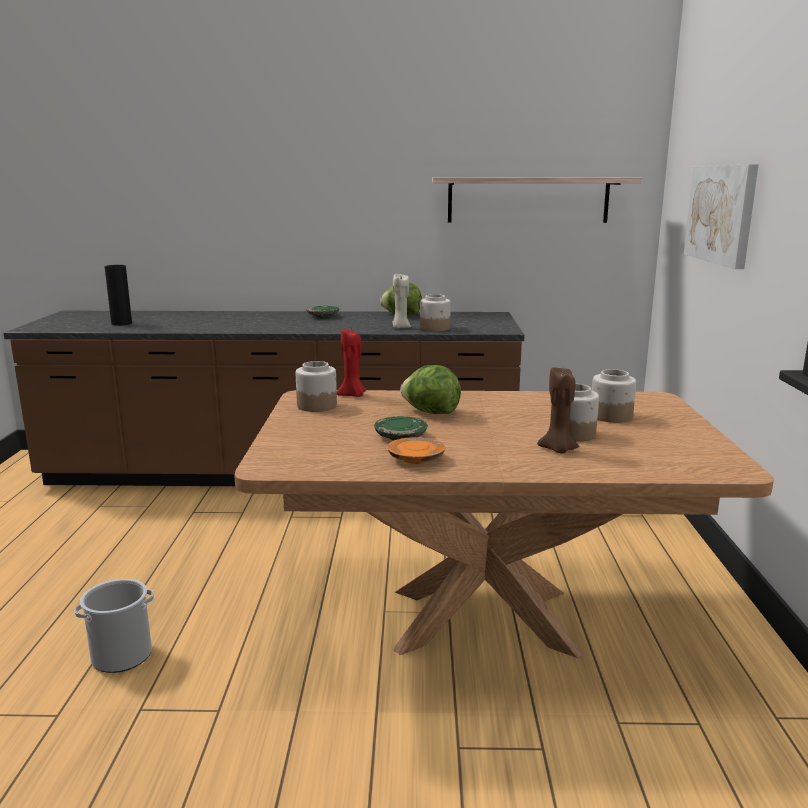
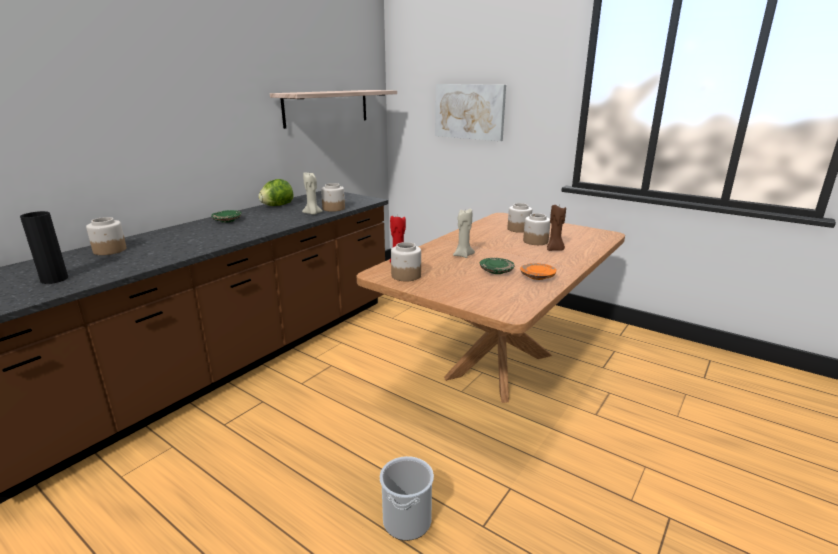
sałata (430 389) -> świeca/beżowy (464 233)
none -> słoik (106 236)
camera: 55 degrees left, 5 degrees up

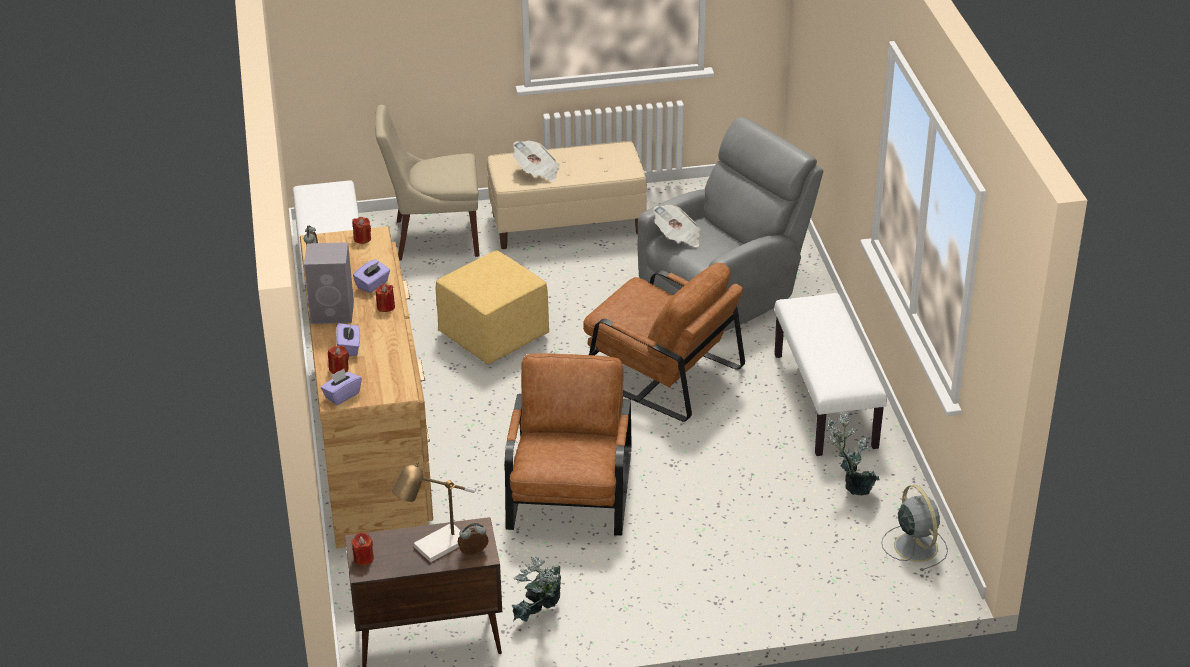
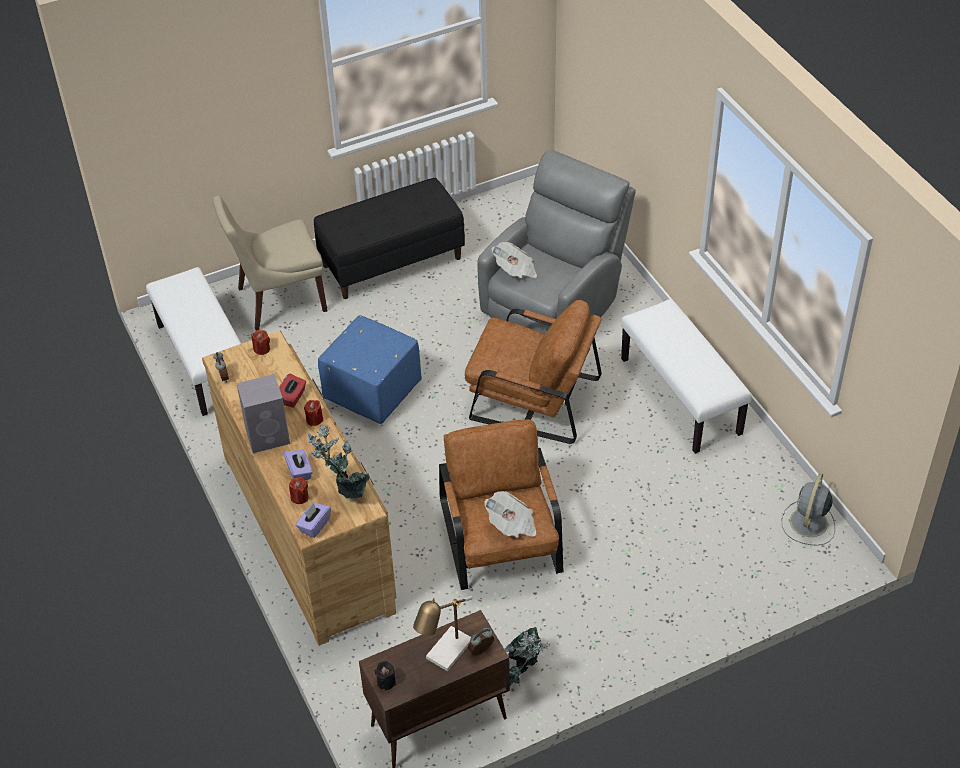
gazeta (536 160) -> gazeta (510 514), relocated
ławka/beżowy (567 195) -> ławka/czarny (389 238)
pufa/żółty (492 307) -> pufa/niebieski (370 369)
pudełko chusteczek/fioletowy (371 276) -> pudełko chusteczek/czerwony (292 391)
roślina doniczkowa (853 454) -> roślina doniczkowa (339 460), relocated
wentylator/szary (914 528) -> wentylator/szary (808 509), 120 degrees counterclockwise
świeca/czerwony (363 549) -> świeca/czarny (385 675)
camera: 15 degrees left, 10 degrees up

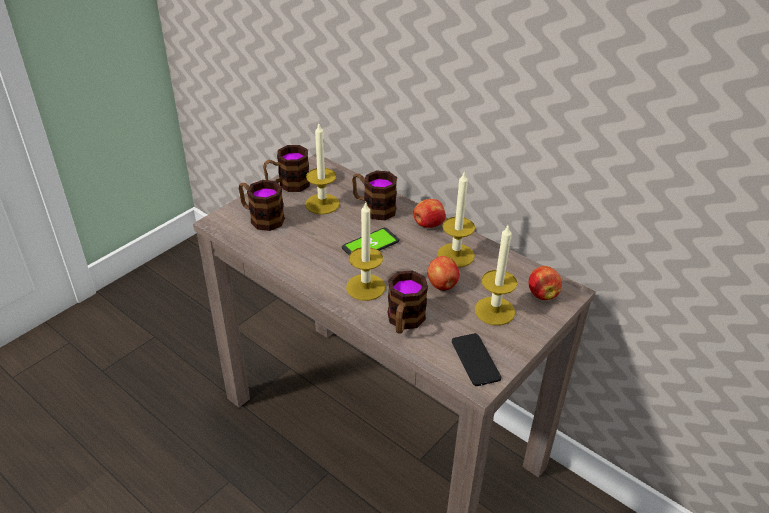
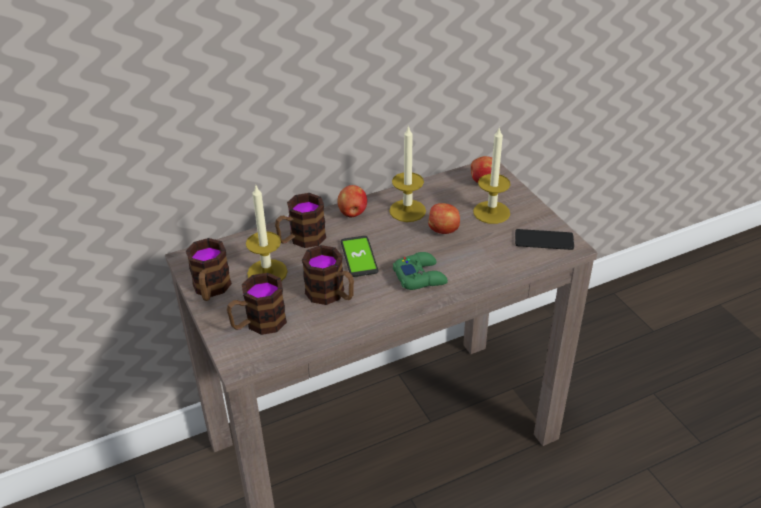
świeca (365 252) -> pad do gier/zielony (420 271)
kubek (407 302) -> kubek (328 275), relocated
camera: 65 degrees left, 0 degrees up

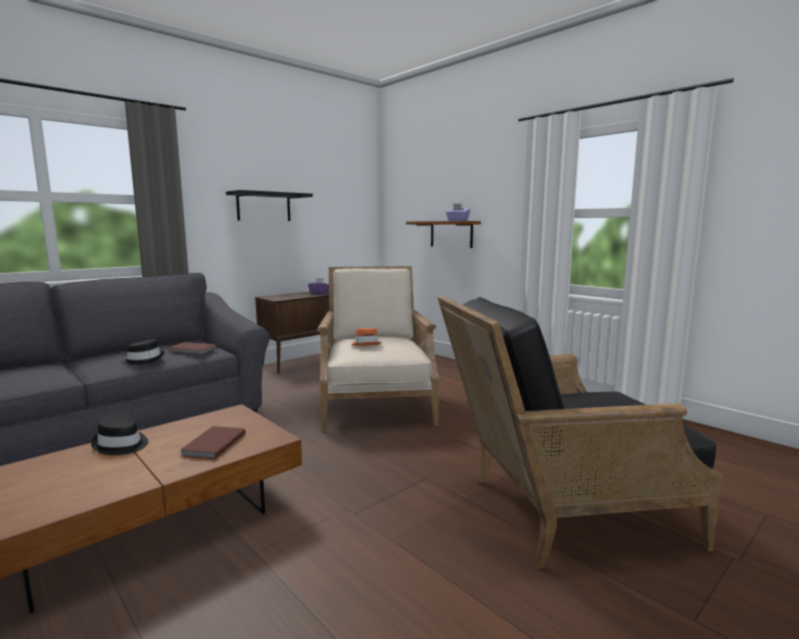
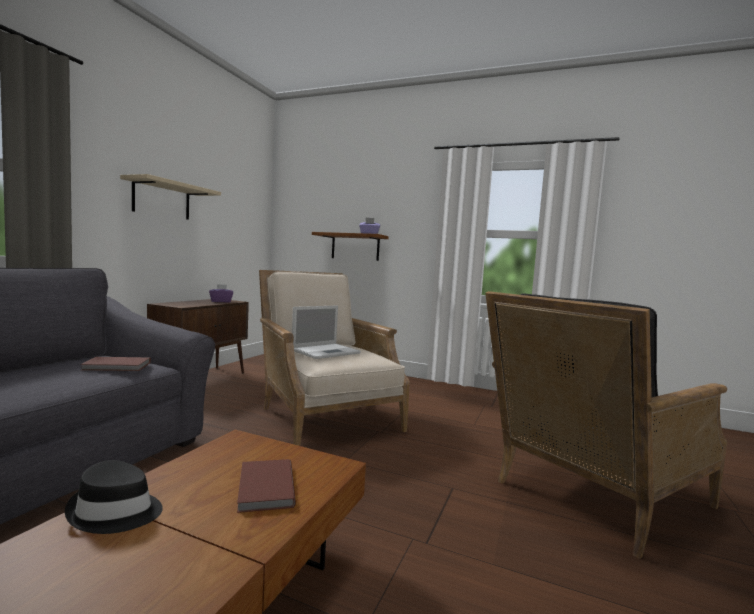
półka/czarny (269 205) -> półka/beżowy (170 197)
kapelusz/pomarańczowy (366 337) -> laptop (326 332)
kapelusz/czarny (142 352) -> none
camera: 25 degrees left, 5 degrees down

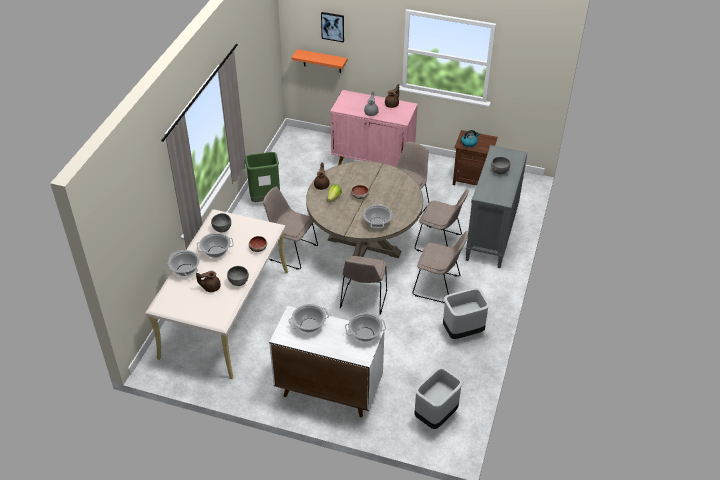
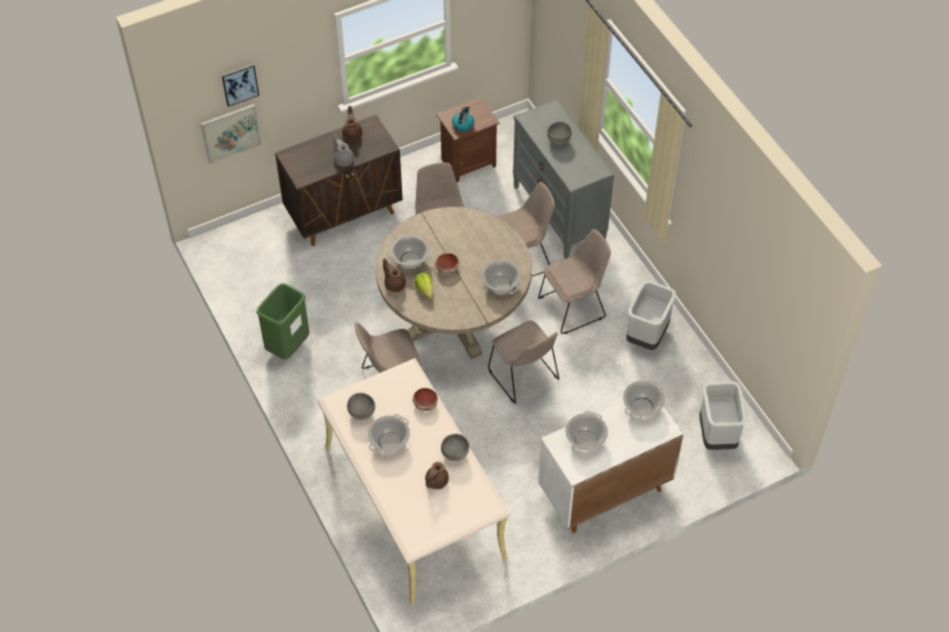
półka/pomarańczowy (319 61) -> obraz (231 134)
szafka/różowy (374 128) -> szafka/brązowy (339 180)
garnek (184 263) -> garnek (410 252), relocated
camera: 45 degrees left, 10 degrees up

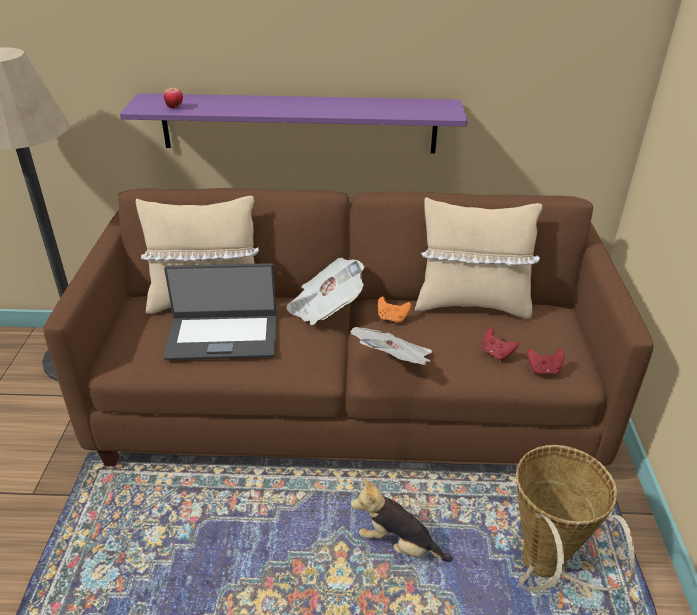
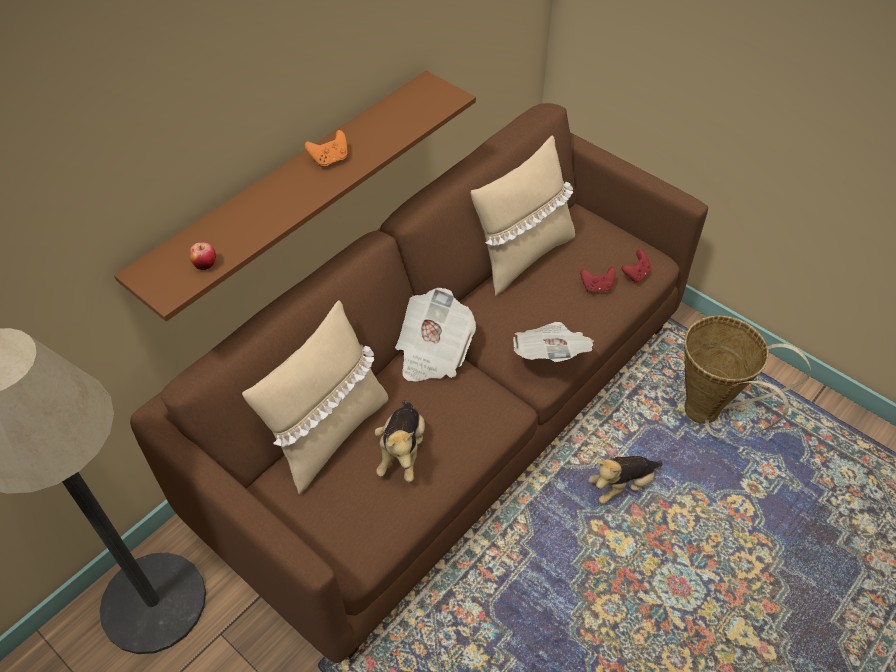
półka/fioletowy (294 123) -> półka/brązowy (295 196)
laptop (220 311) -> pluszak (400 441)
pad do gier/pomarańczowy (395 309) -> pad do gier/pomarańczowy (326 148), relocated
camera: 50 degrees left, 15 degrees up

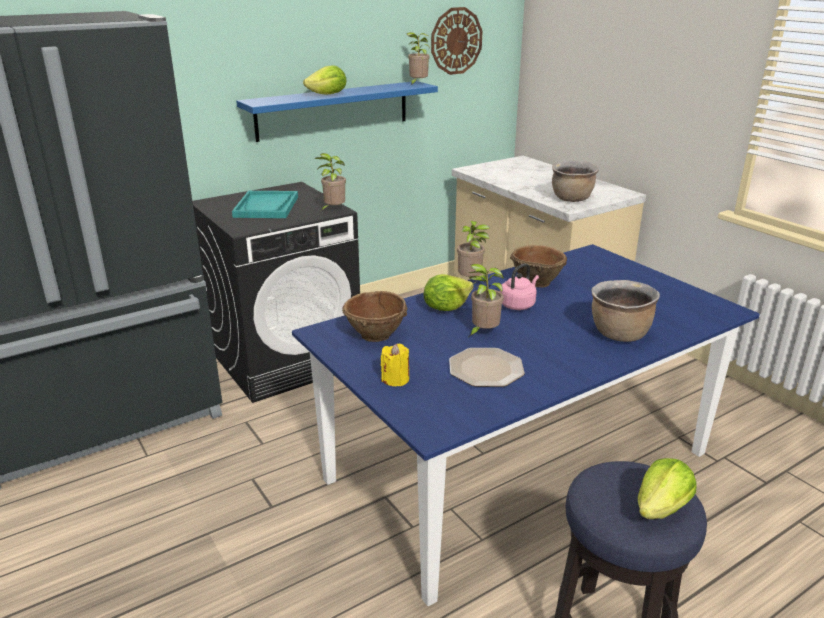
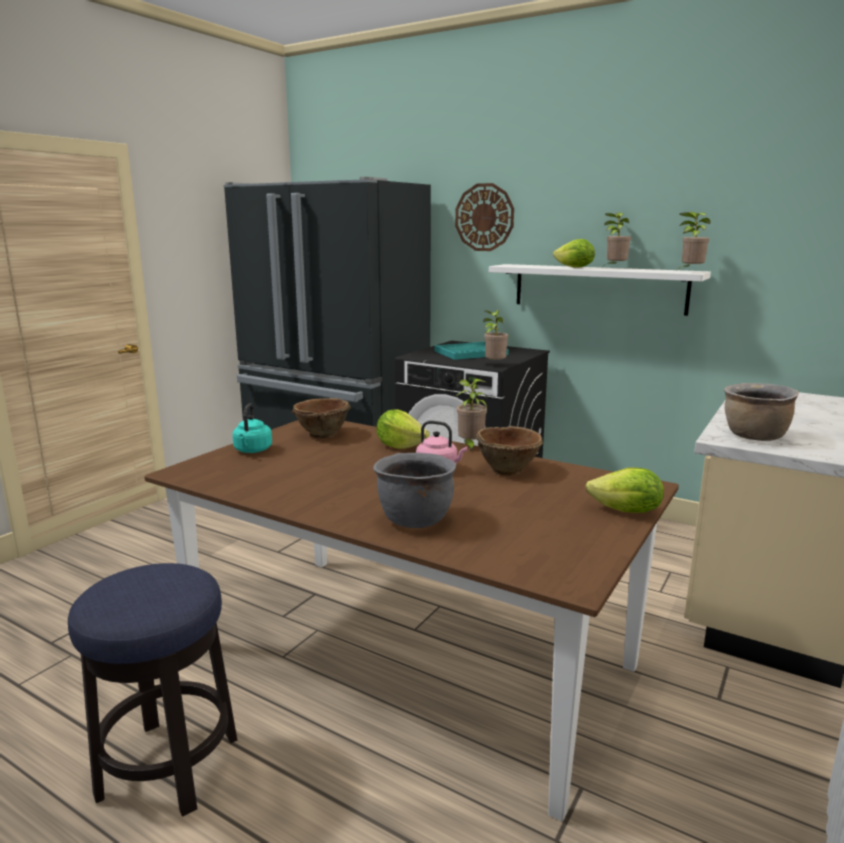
zegar ścienny (456 41) -> zegar ścienny (484 217), relocated
półka/niebieski (337 111) -> półka/biały (600 290)
stół jadalny/niebieski (526 425) -> stół jadalny/brązowy (412 620)
roślina doniczkowa (486 300) -> roślina doniczkowa (617 238), relocated
garnek/brązowy (625 311) -> garnek/szary (414 490)
świeca/żółty (395 365) -> czajnik/turkusowy (252 428)
talerz (487 367) -> none
sałata (667 488) -> sałata (625 490), relocated
camera: 65 degrees right, 10 degrees down

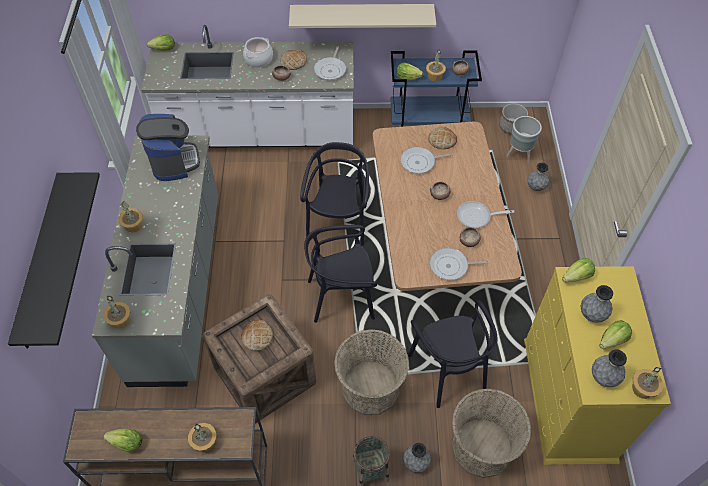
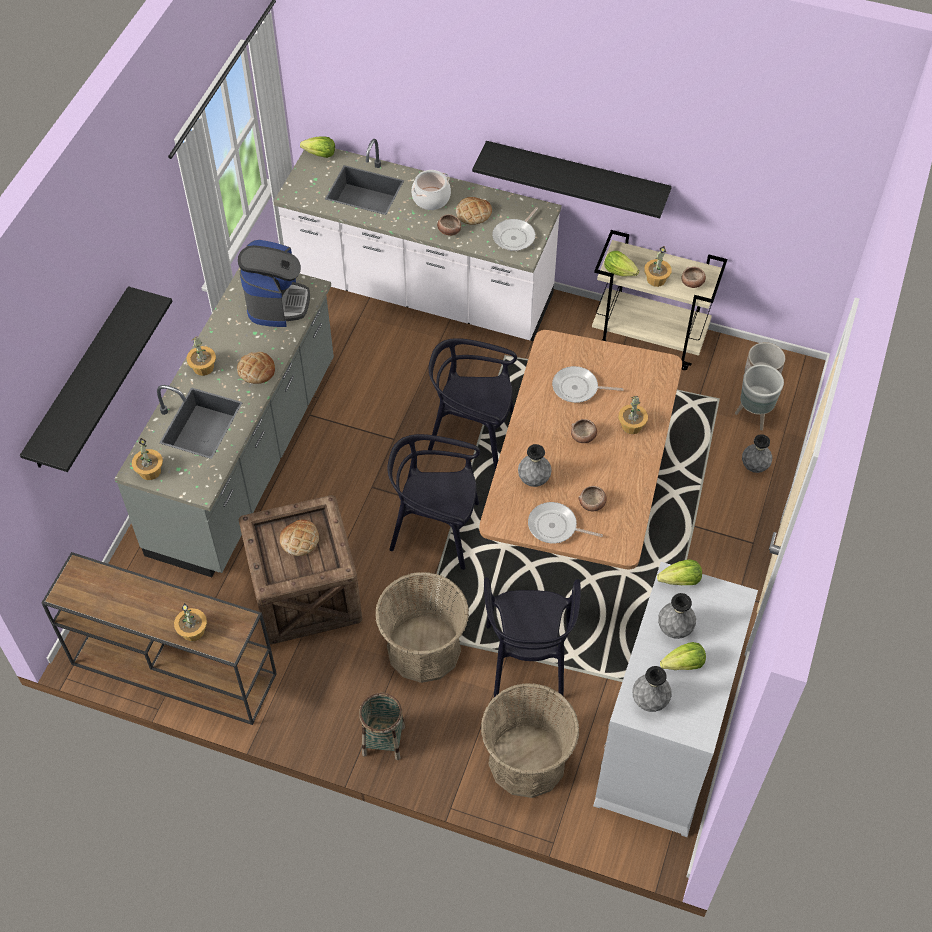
półka/beżowy (362 16) -> półka/czarny (572 179)
wózek/niebieski (436 88) -> wózek/beżowy (659 300)
chleb (442 138) -> chleb (256 368), relocated
krzesło/czarny (334 194) -> krzesło/czarny (472 404), 105 degrees counterclockwise
patelnia (485 214) -> none
komoda/żółty (597 365) -> komoda/biały (675 699)
roślina doniczkowa (647 383) -> roślina doniczkowa (633 415), relocated
sałata (123 440) -> none
wazon/szary (417 458) -> wazon/szary (535 465), relocated
camera: 20 degrees right, 0 degrees up

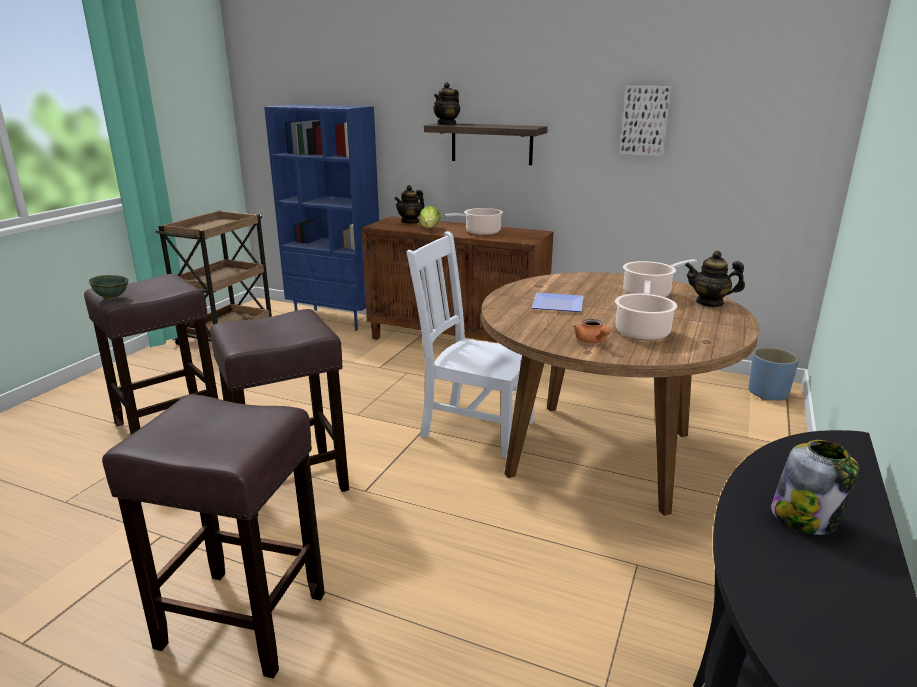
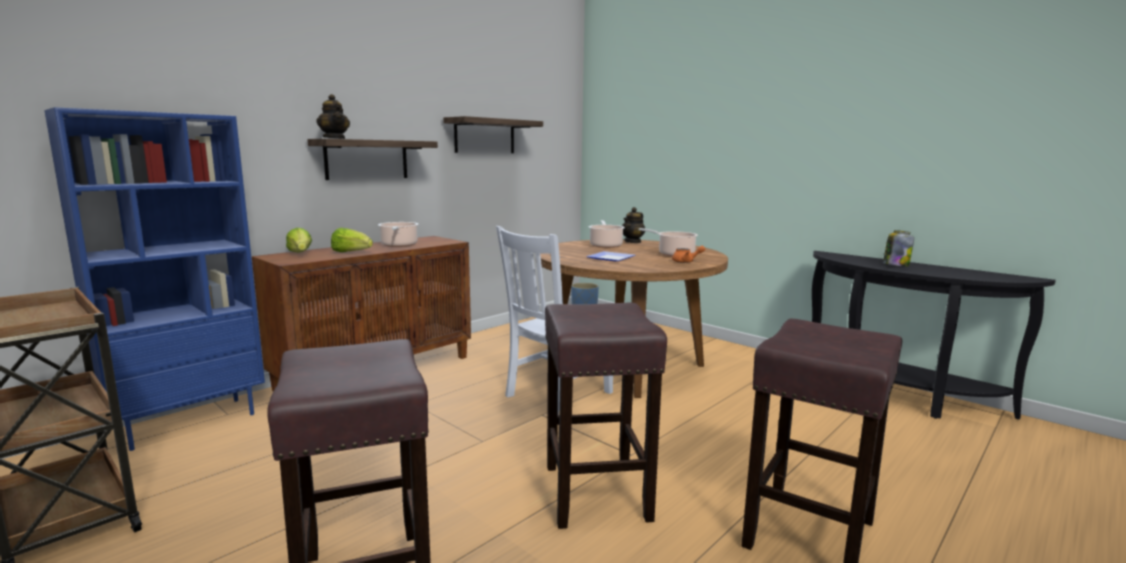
obraz (646 121) -> półka (493 134)
imbryk (409 204) -> sałata (299 240)
miska/zielony (109 287) -> none
camera: 70 degrees left, 10 degrees down

